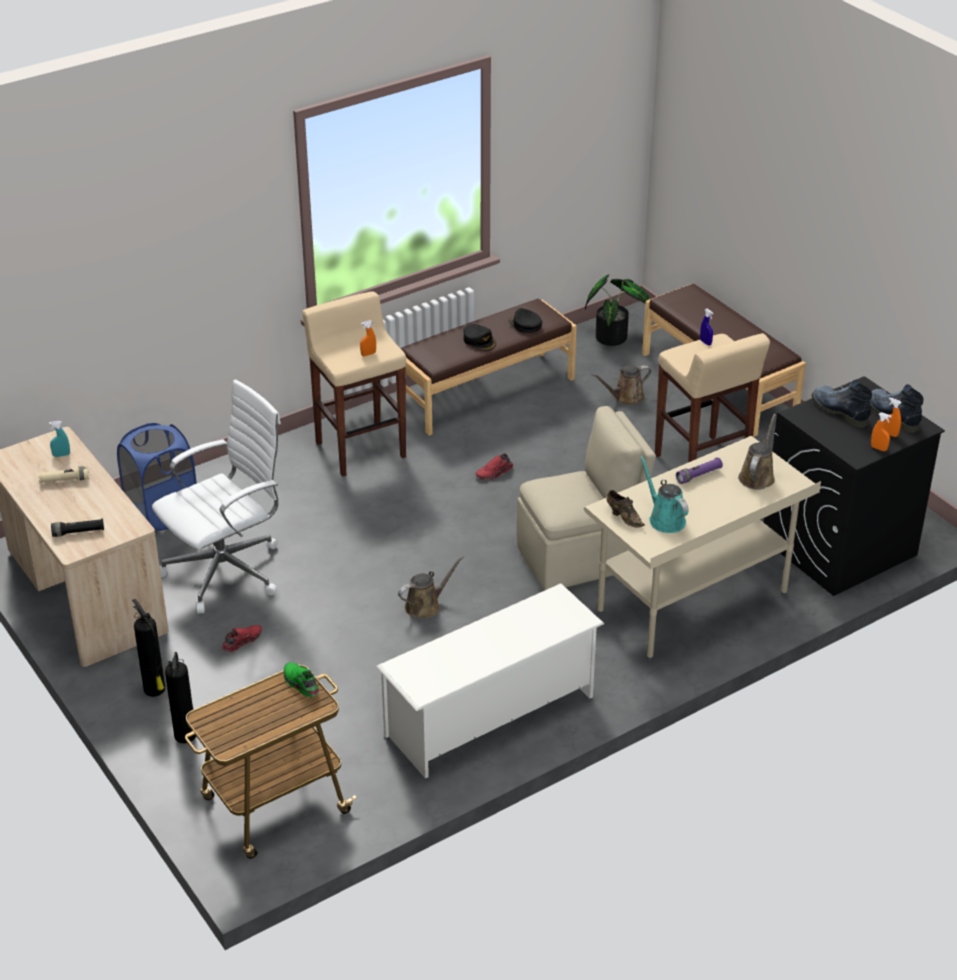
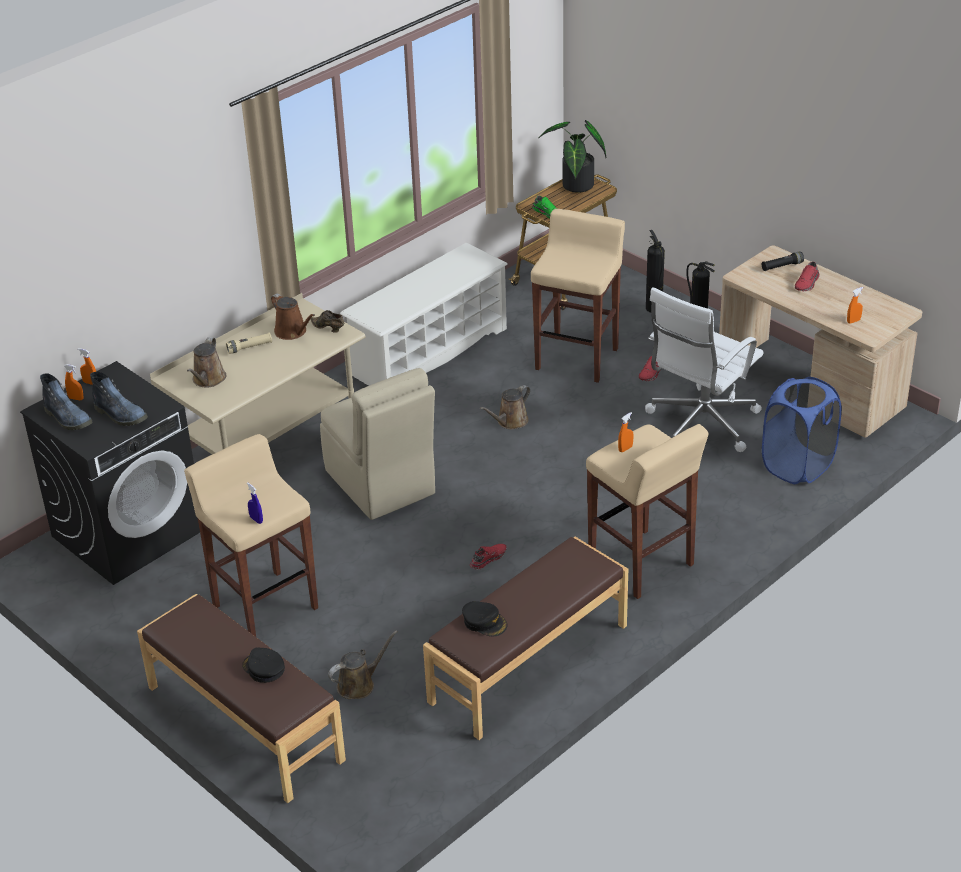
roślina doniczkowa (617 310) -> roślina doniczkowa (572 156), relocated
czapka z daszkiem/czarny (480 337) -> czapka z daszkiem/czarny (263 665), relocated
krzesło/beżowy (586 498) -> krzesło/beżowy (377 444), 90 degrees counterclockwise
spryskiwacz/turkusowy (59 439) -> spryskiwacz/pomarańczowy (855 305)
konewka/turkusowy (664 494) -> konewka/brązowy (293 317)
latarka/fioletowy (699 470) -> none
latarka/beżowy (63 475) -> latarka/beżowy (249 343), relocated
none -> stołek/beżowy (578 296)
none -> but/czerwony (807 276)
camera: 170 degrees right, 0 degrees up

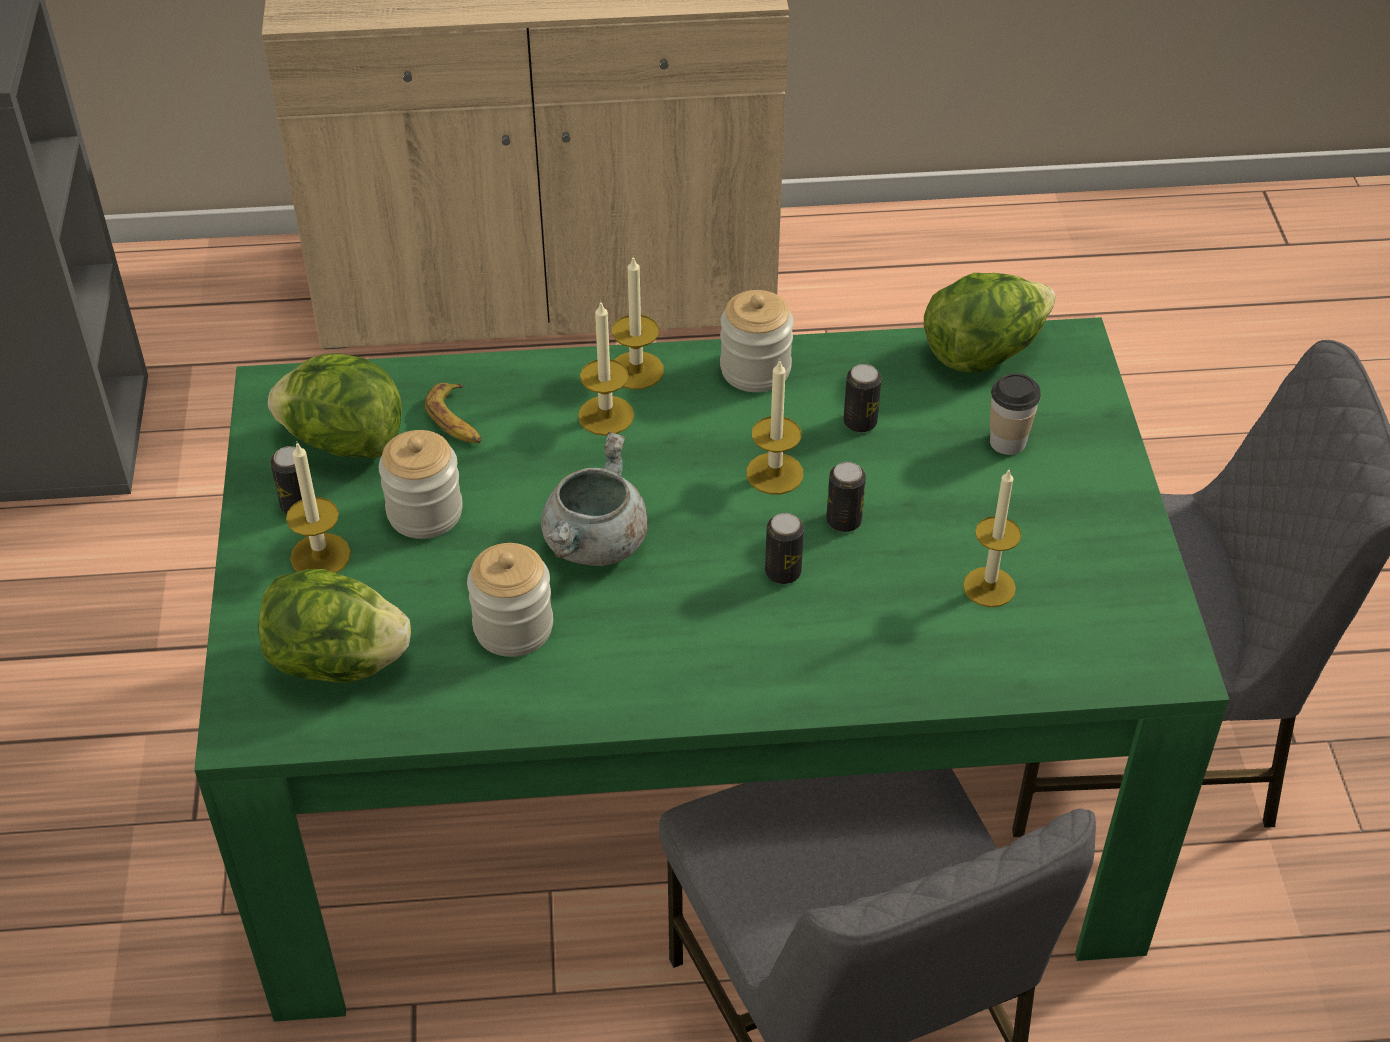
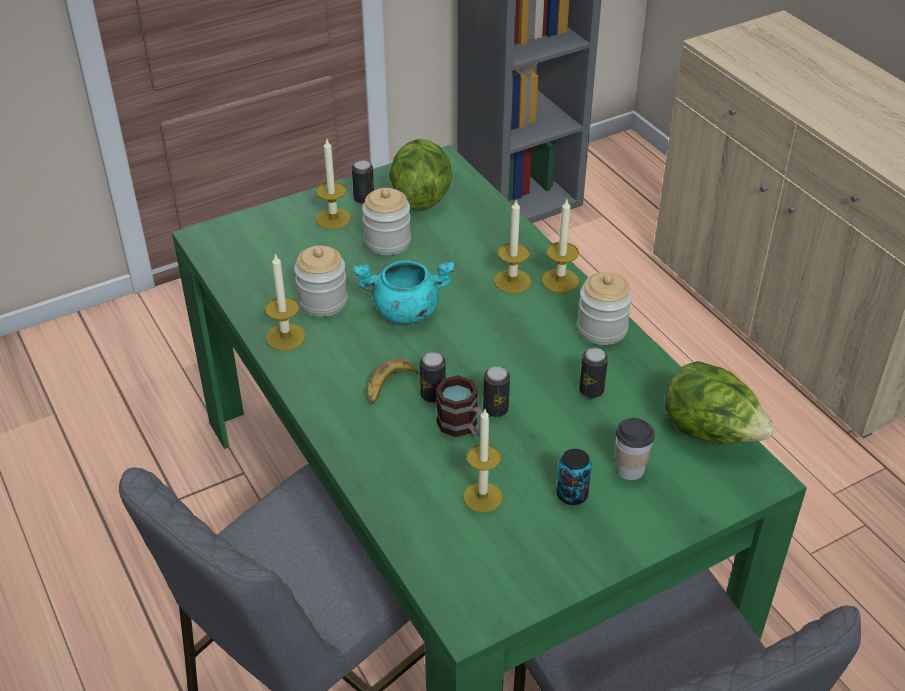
świeca (774 426) -> świeca (285 302), relocated
banan (453 413) -> banan (393 381), relocated
garnek/szary (594 499) -> garnek/turkusowy (404 292)
sałata (335 626) -> none
none -> kubek (459 406)
none -> puszka (574 477)
camera: 65 degrees right, 5 degrees down

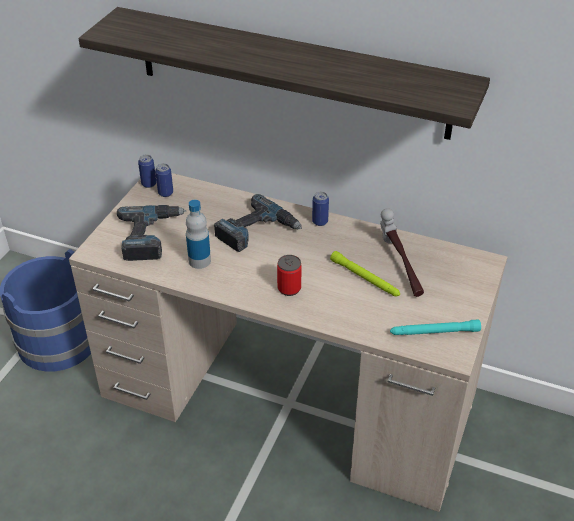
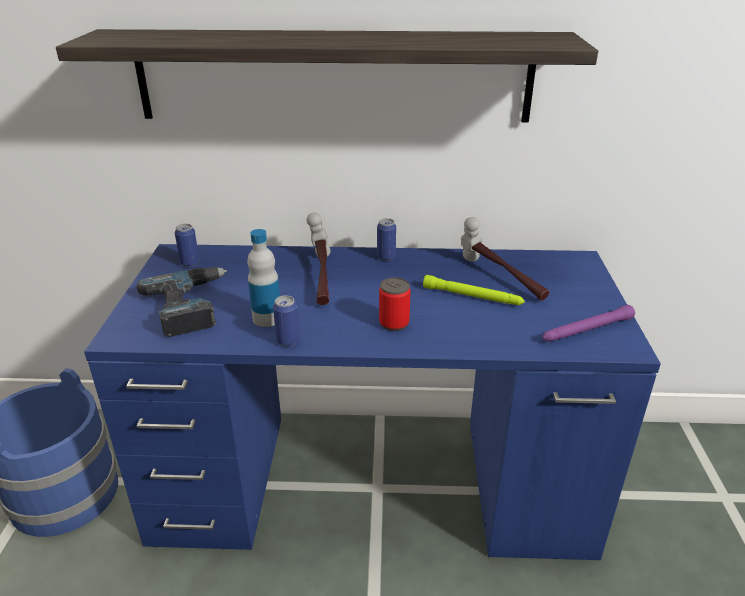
puszka (147 171) -> puszka (286 321), relocated
biurko/beżowy (288 340) -> biurko/niebieski (372 402)
wiertarka (258 223) -> młotek (318 259)
latarka/turkusowy (435 327) -> latarka/fioletowy (588 323)
camera: 20 degrees left, 10 degrees down

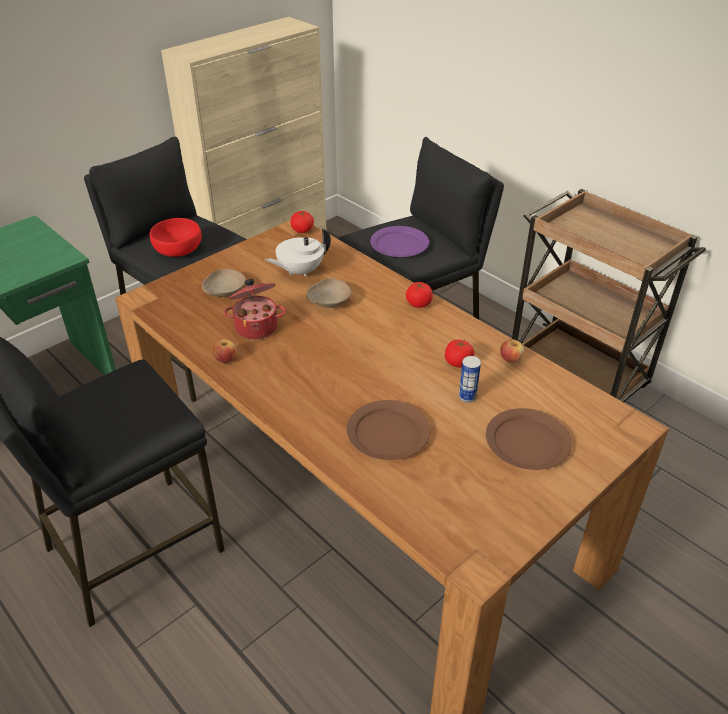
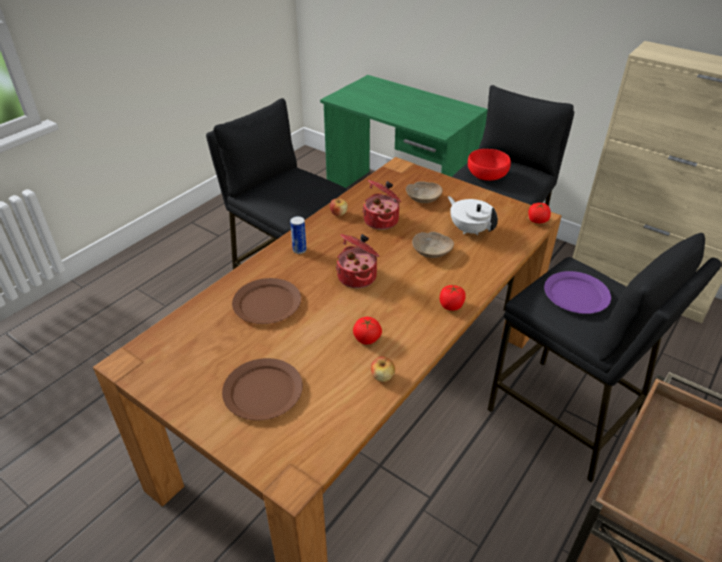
puszka (470 379) -> puszka (298 235), relocated
none -> garnek (357 261)
camera: 80 degrees right, 0 degrees up

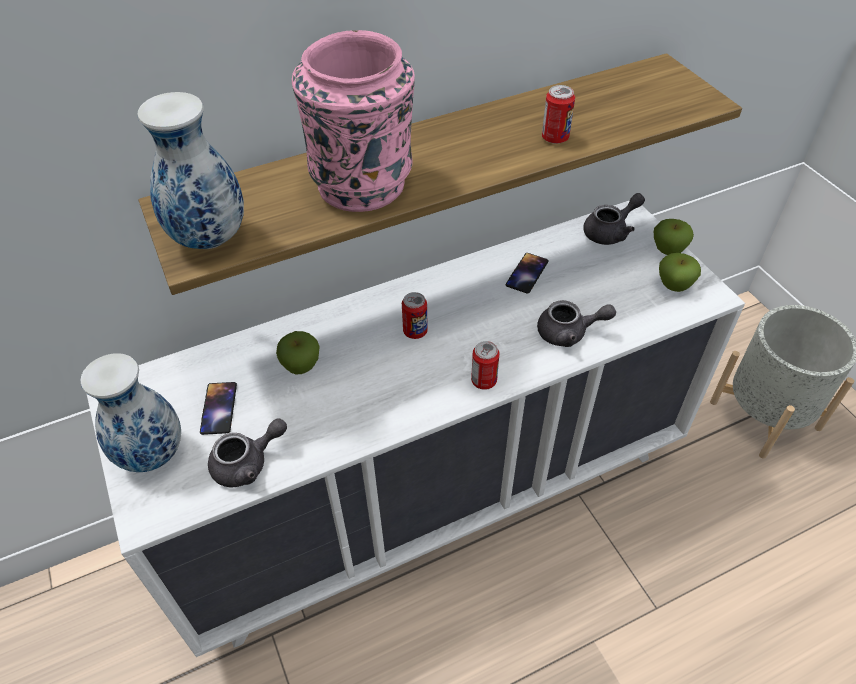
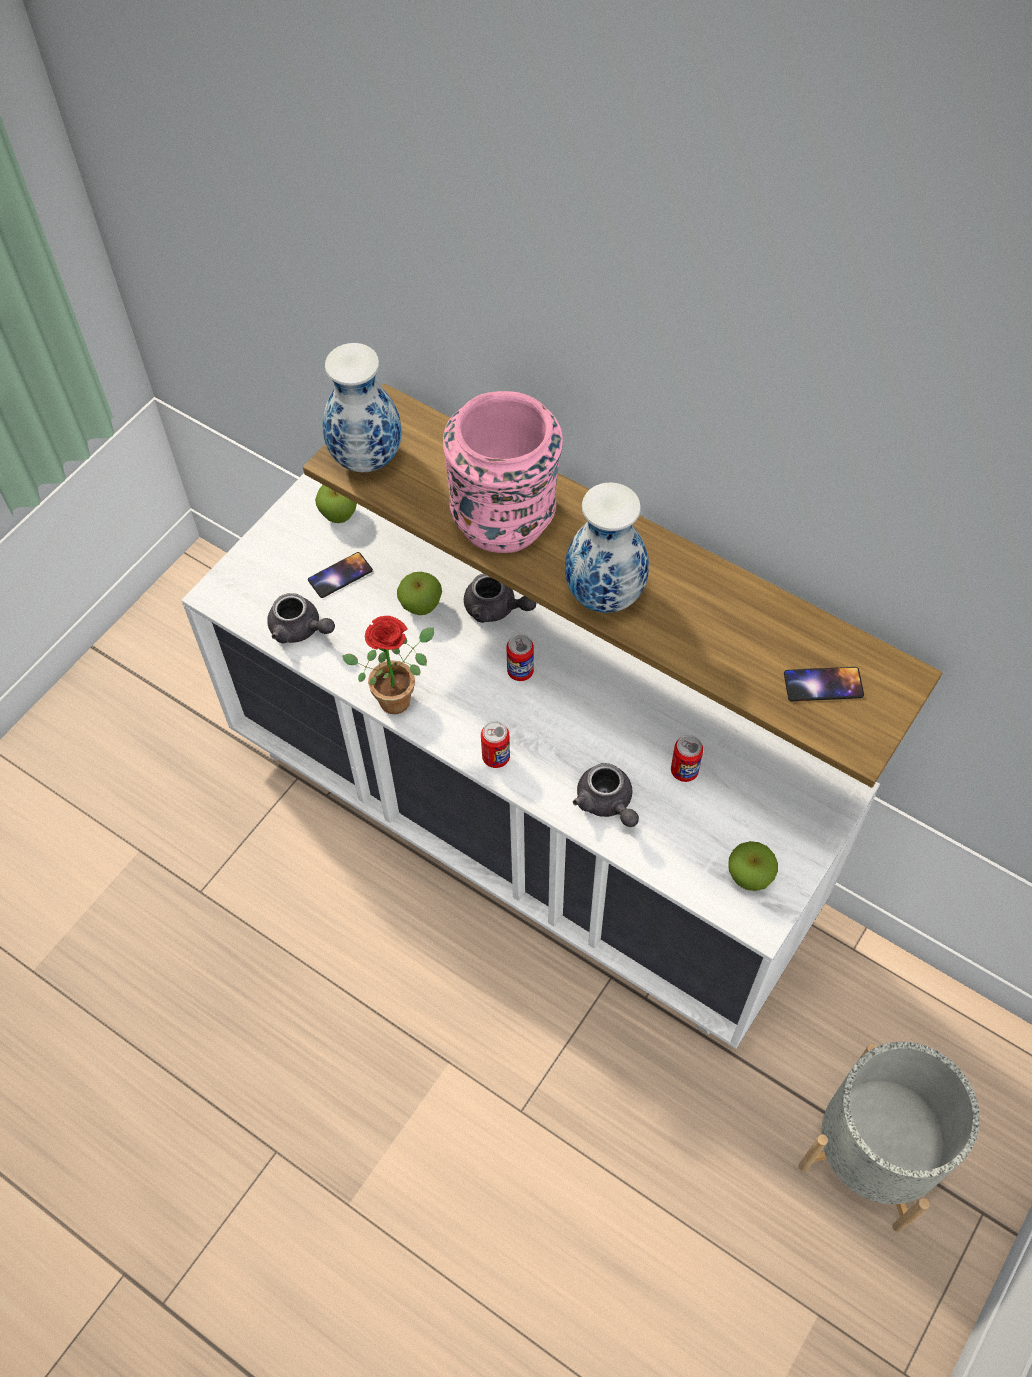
puszka (558 114) -> puszka (687 758), relocated
imbryk/szary (614 219) -> imbryk/szary (500 598), relocated
jabłko (674 237) -> jabłko (336 504), relocated
telefon (527 273) -> telefon (824 684), relocated
wazon (131 412) -> wazon (607 547), relocated
none -> roślina doniczkowa (388 665)
camera: 60 degrees right, 10 degrees up

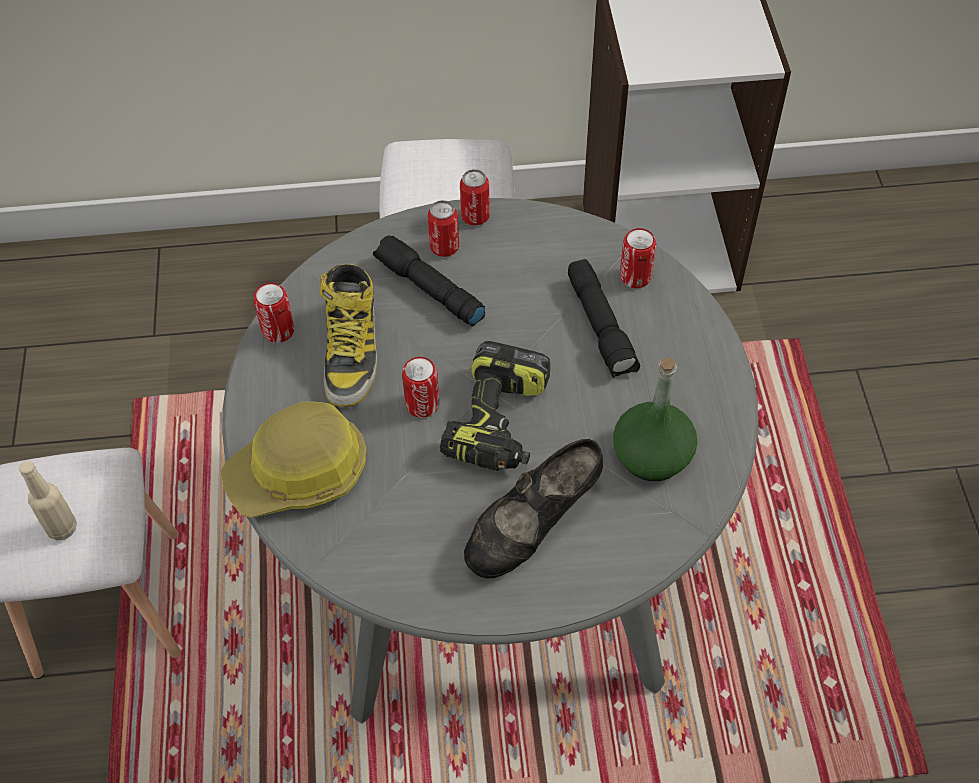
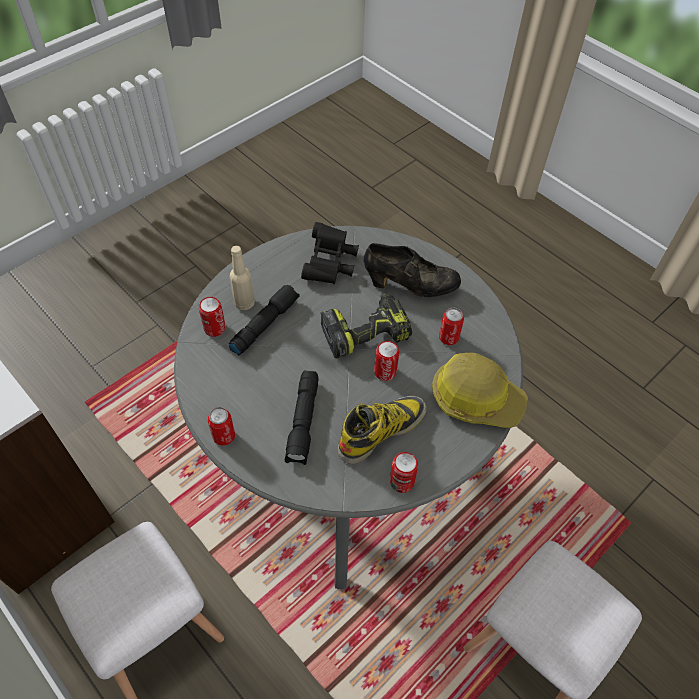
puszka (443 228) -> puszka (451 326), relocated
butelka/zielony (655 419) -> lornetka/czarny (330 253)
butelka/beżowy (48 500) -> butelka/beżowy (242 278), relocated
camera: 130 degrees left, 0 degrees up

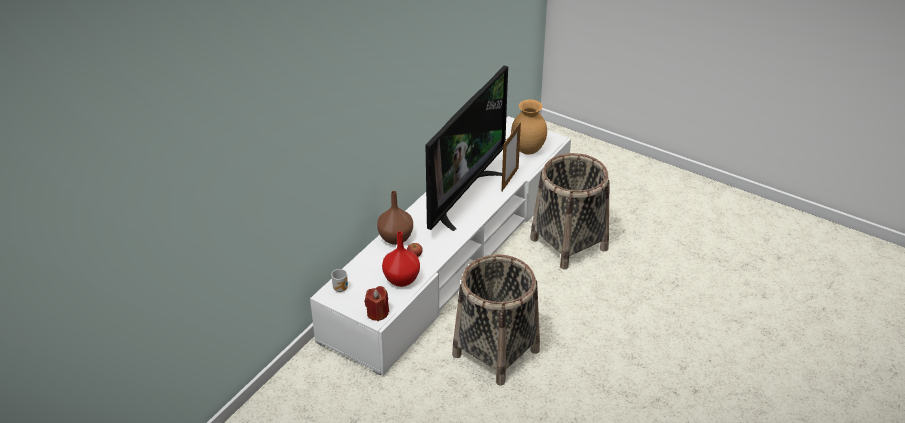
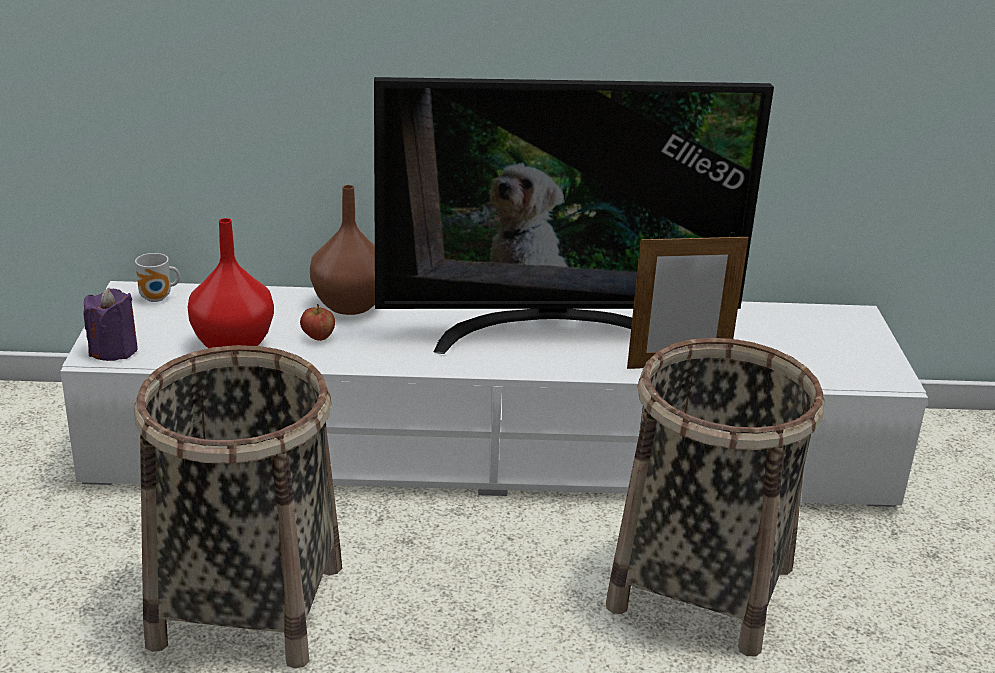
wazon/brązowy (529 127) -> none
świeca/czerwony (377 303) -> świeca/fioletowy (110 324)
camera: 55 degrees right, 10 degrees down

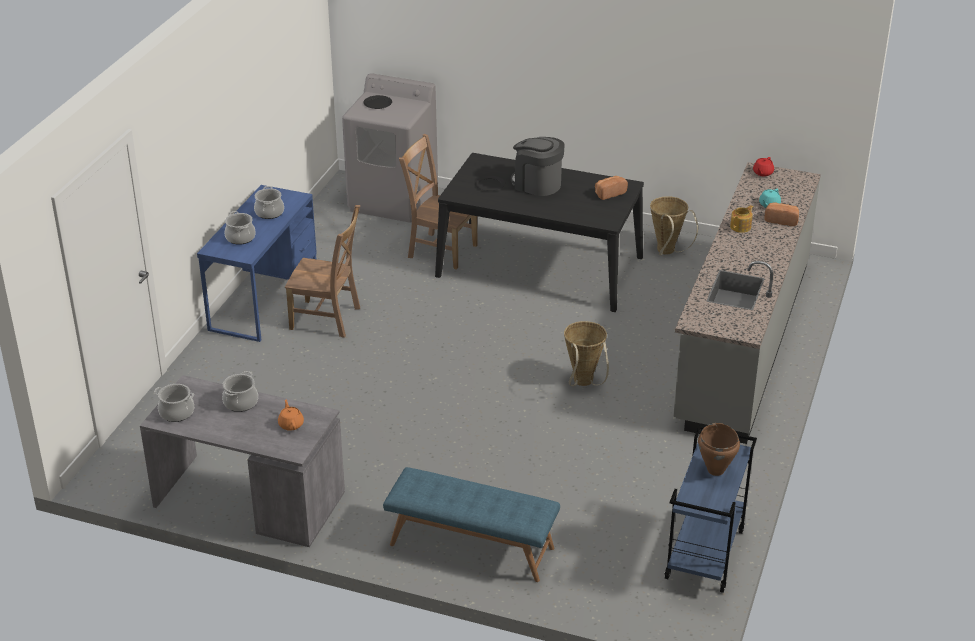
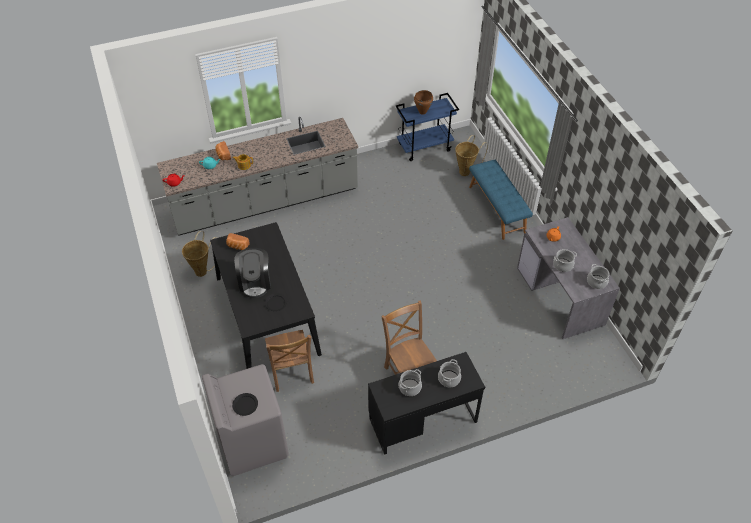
biurko/niebieski (257 263) -> biurko/czarny (426 403)
koszyk (586 353) -> koszyk (471 155), relocated
camera: 130 degrees left, 15 degrees up

